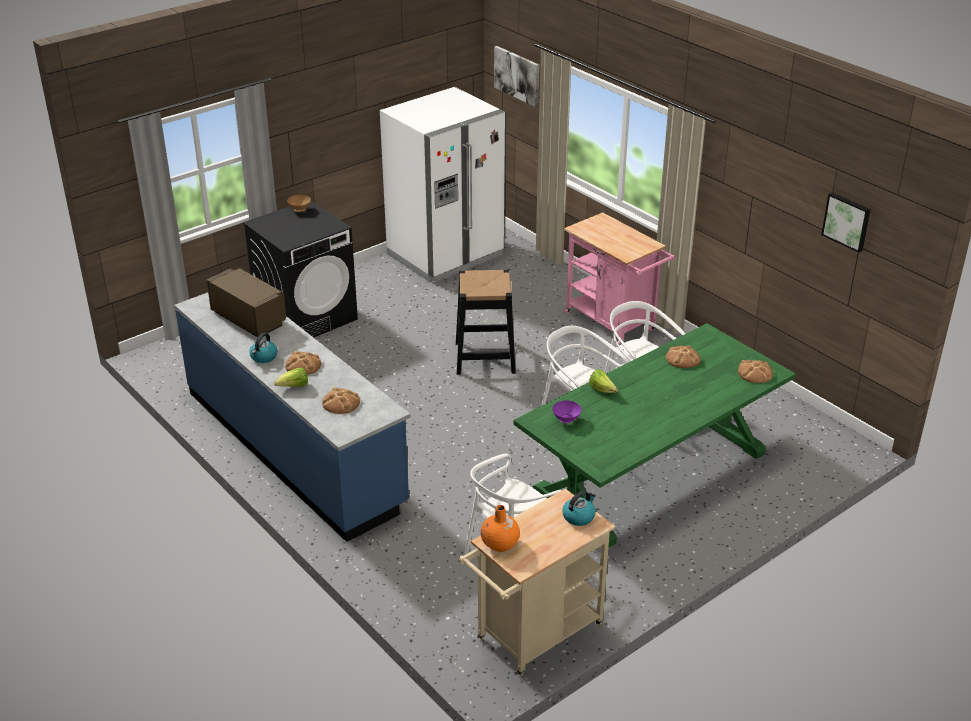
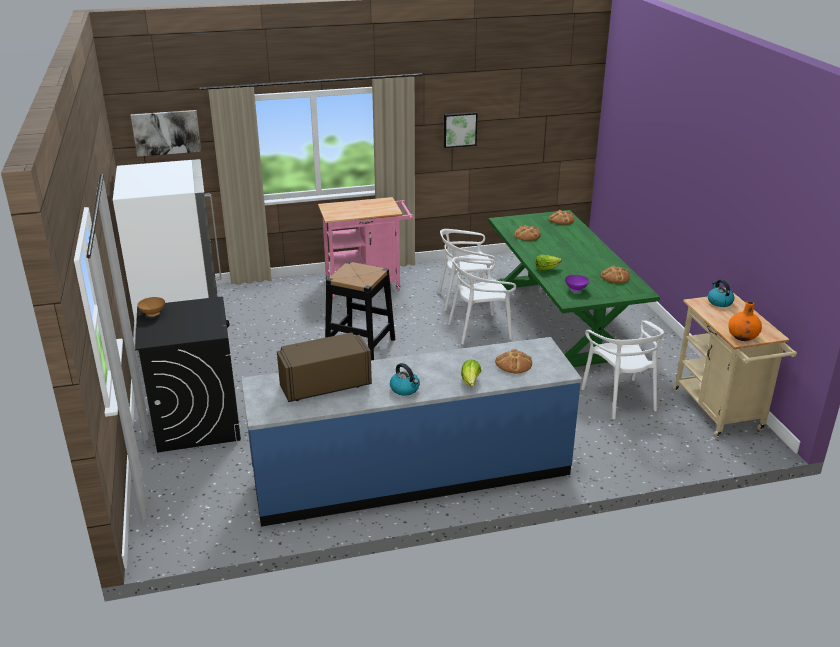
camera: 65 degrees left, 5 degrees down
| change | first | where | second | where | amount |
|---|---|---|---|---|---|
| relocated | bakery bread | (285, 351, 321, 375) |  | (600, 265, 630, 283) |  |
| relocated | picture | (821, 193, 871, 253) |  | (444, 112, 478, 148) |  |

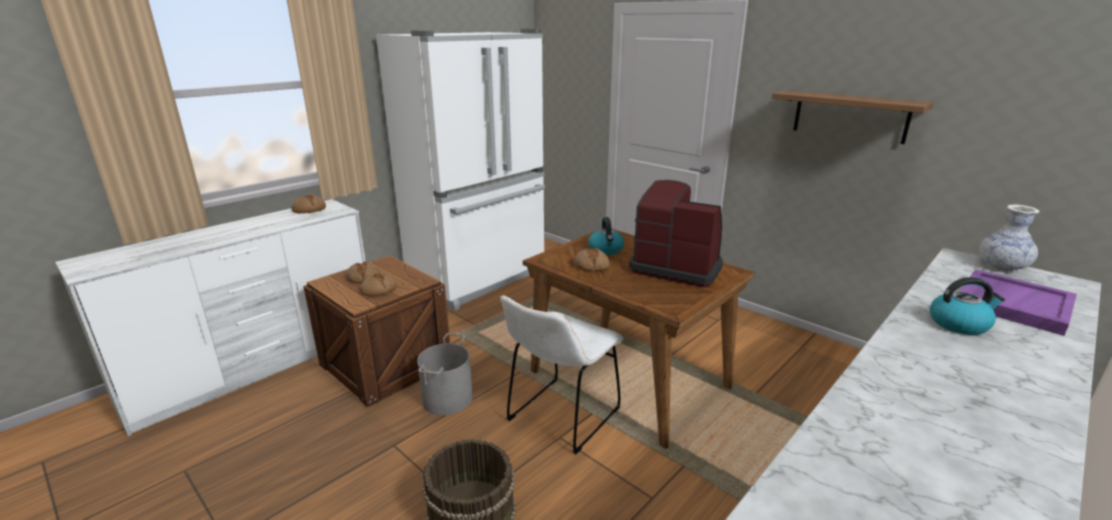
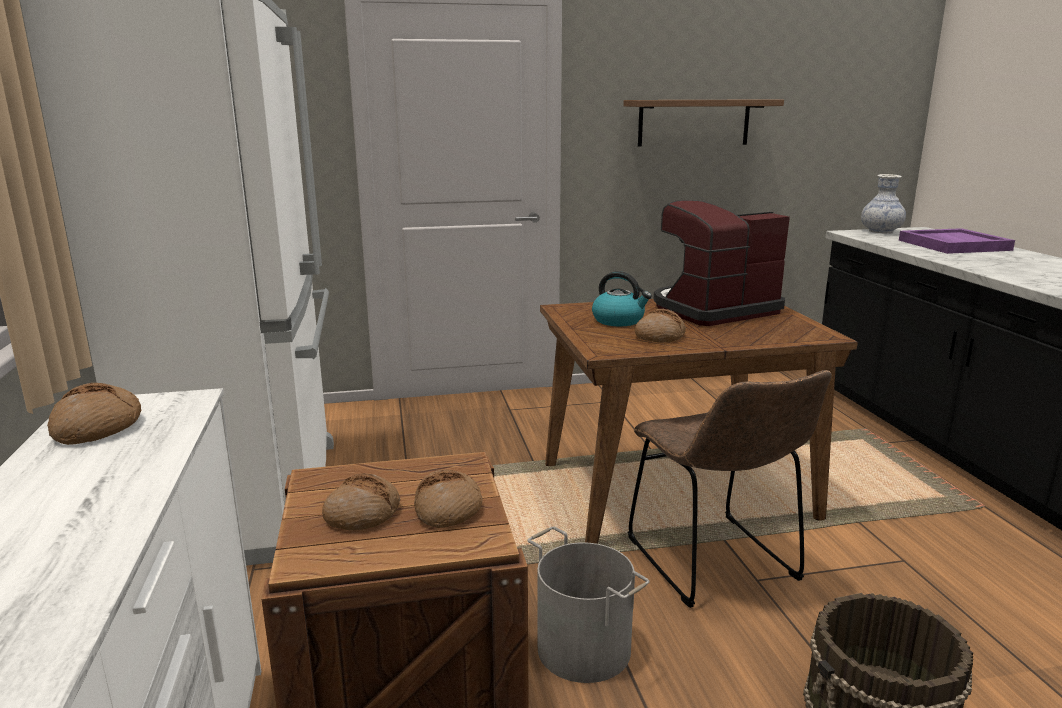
camera: 55 degrees left, 5 degrees down
| change | first | where | second | where | amount |
|---|---|---|---|---|---|
| missing | kettle | (930, 277, 1005, 335) |  |  |  |
| colour | whitish chair | (500, 296, 623, 454) | brownish chair | (628, 370, 832, 608) |  |

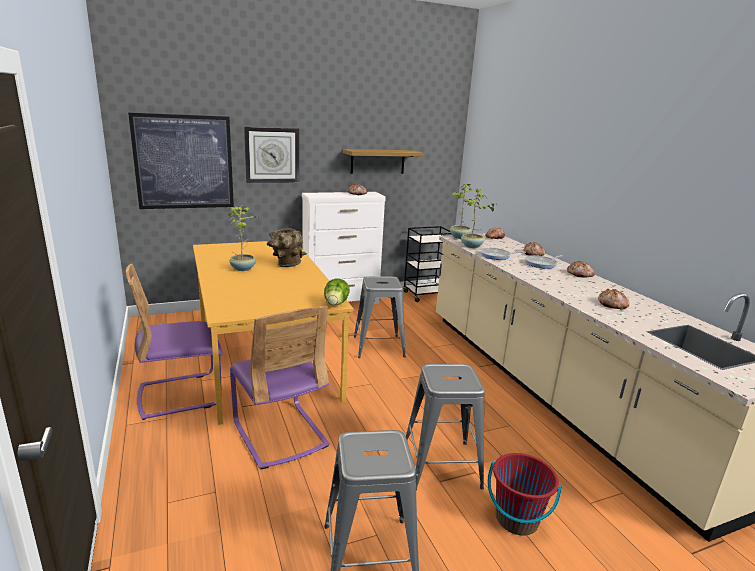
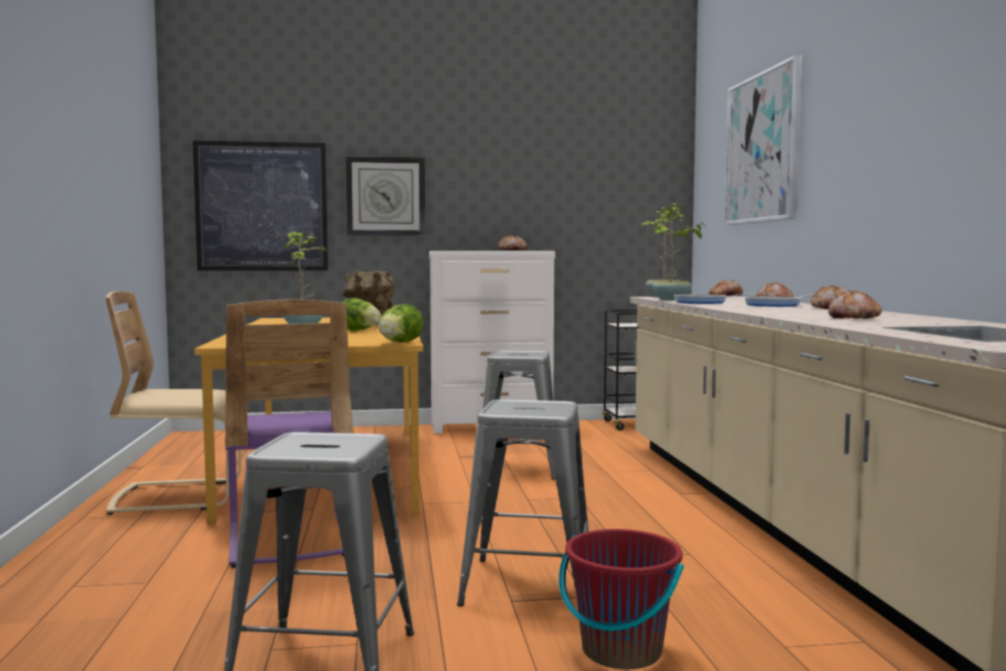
camera: 15 degrees right, 15 degrees down
| change | first | where | second | where | amount |
|---|---|---|---|---|---|
| missing | bracket shelf | (343, 149, 423, 174) |  |  |  |
| appeared |  |  | head of lettuce | (341, 298, 381, 331) |  |
| appeared |  |  | picture | (725, 55, 802, 225) |  |
| colour | purple chair | (126, 264, 223, 420) | beige chair | (106, 291, 241, 515) |  |

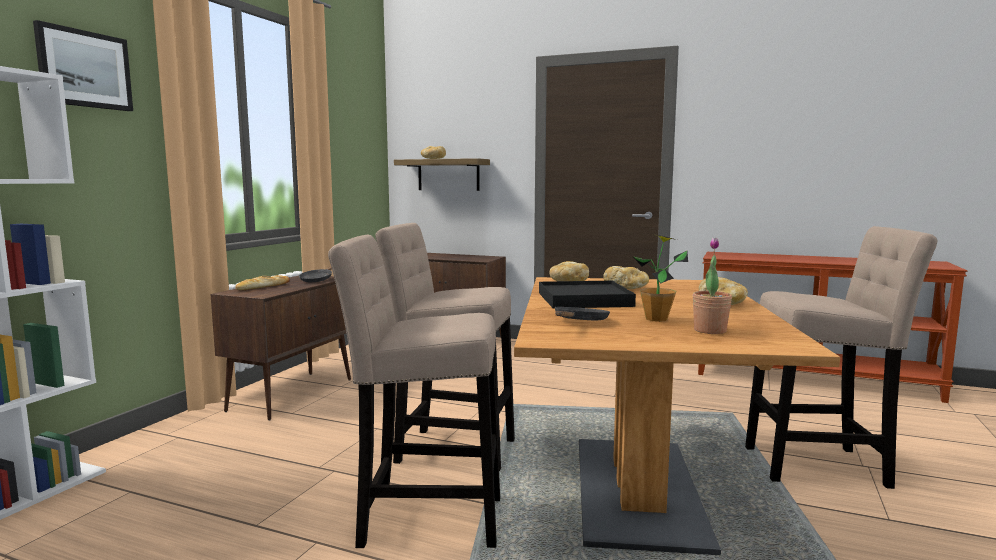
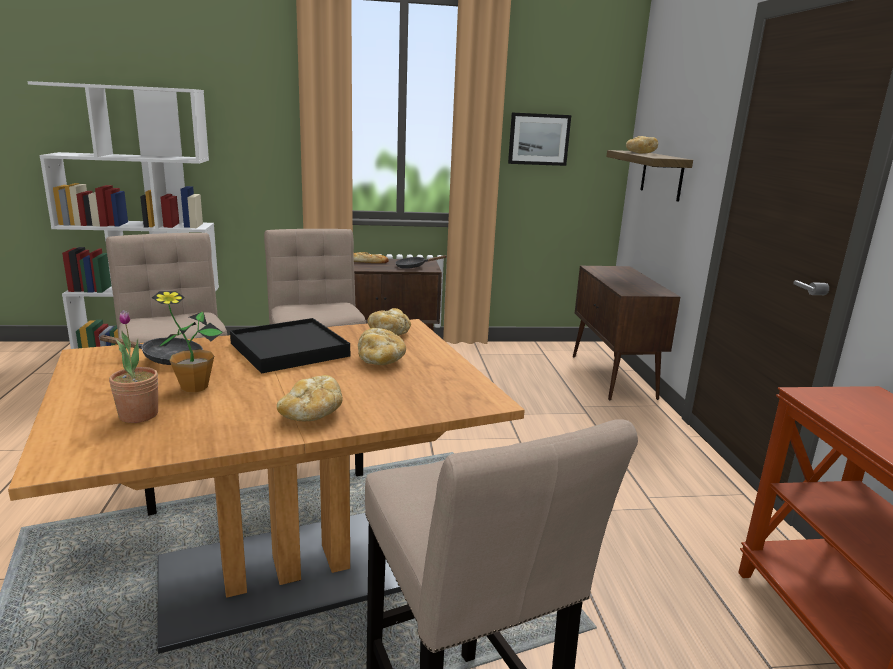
camera: 60 degrees right, 10 degrees up
| change | first | where | second | where | amount |
|---|---|---|---|---|---|
| relocated | picture | (33, 20, 133, 111) |  | (508, 113, 571, 166) |  |

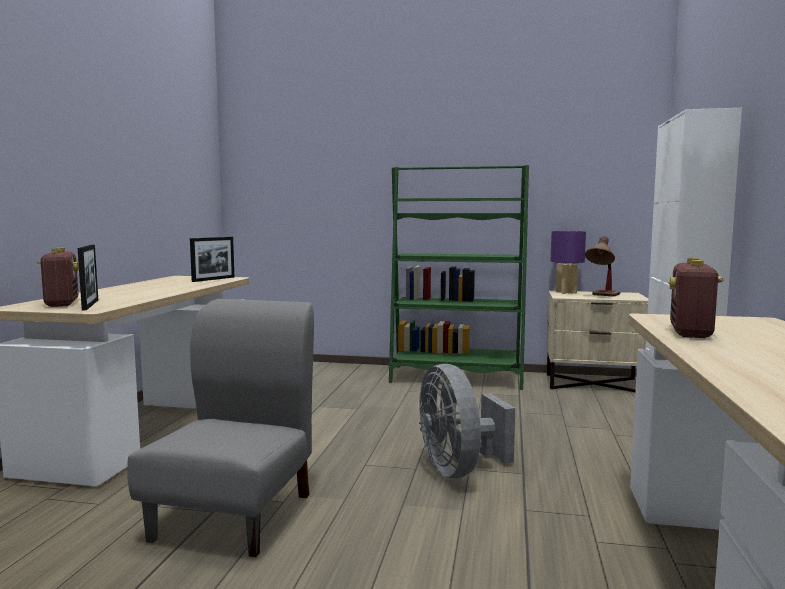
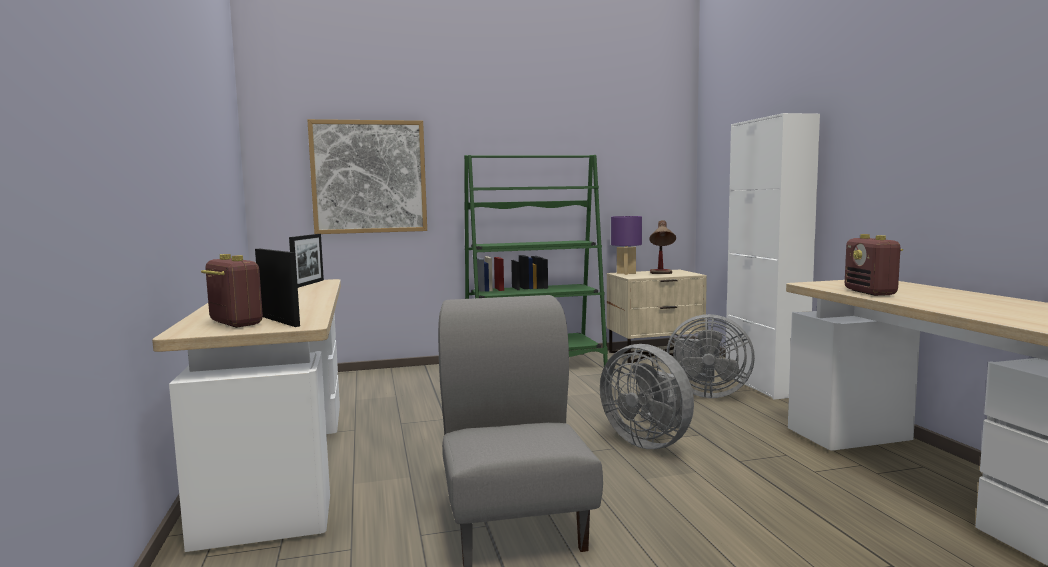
camera: 25 degrees left, 0 degrees up
| change | first | where | second | where | amount |
|---|---|---|---|---|---|
| appeared |  |  | picture | (307, 119, 427, 234) |  |
| appeared |  |  | grey electric fan | (666, 314, 755, 398) |  |

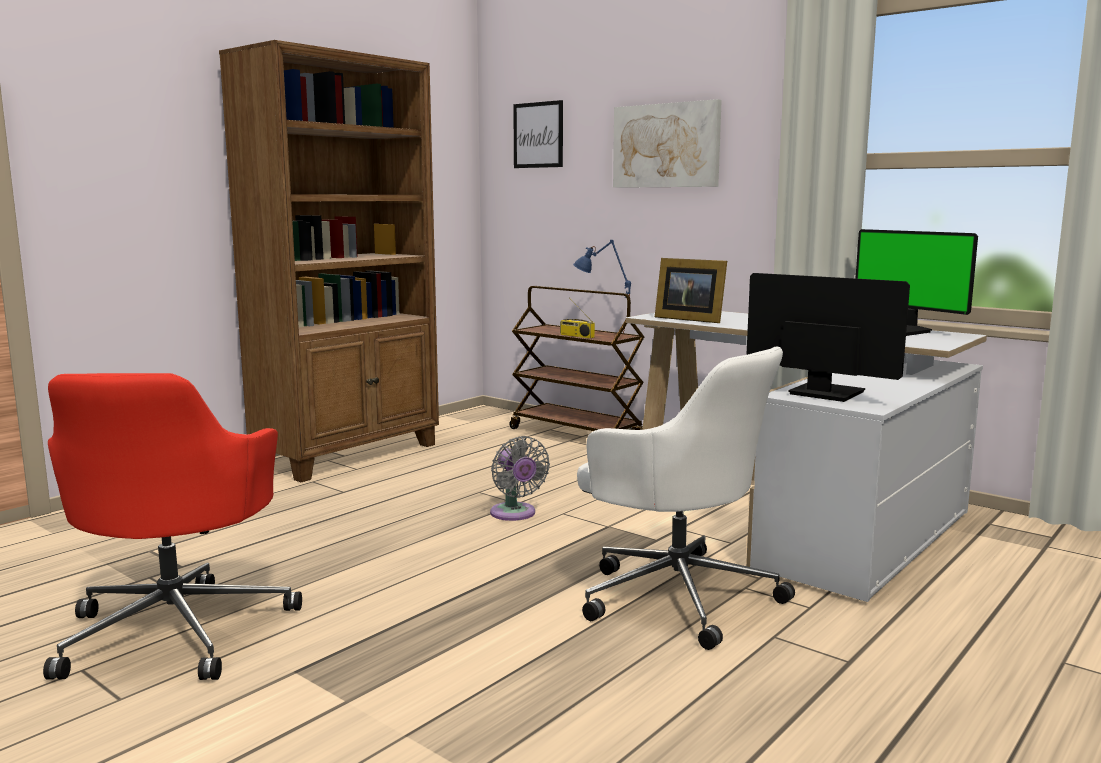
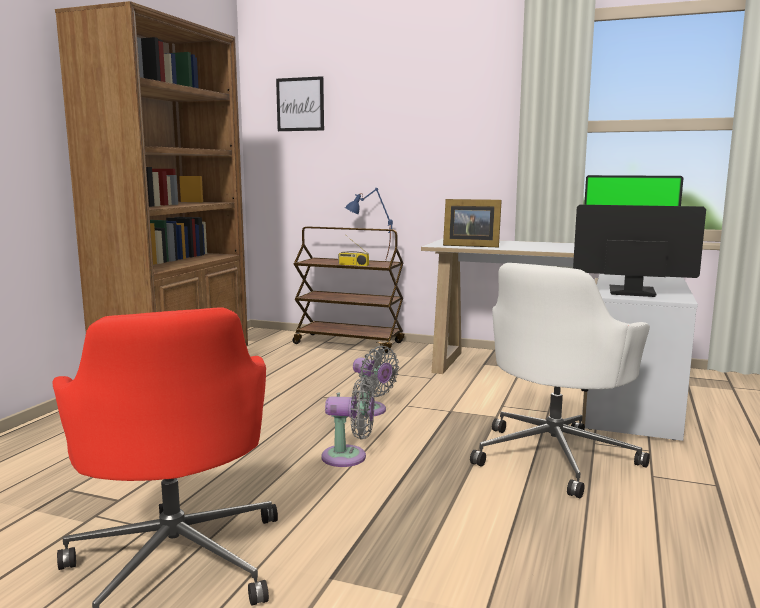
camera: 20 degrees left, 0 degrees up
| change | first | where | second | where | amount |
|---|---|---|---|---|---|
| missing | picture | (613, 99, 722, 188) |  |  |  |
| appeared |  |  | grey electric fan | (321, 377, 375, 467) |  |
| spun | whitish desk chair | (577, 347, 795, 650) |  | (470, 263, 650, 498) | 105 degrees clockwise |

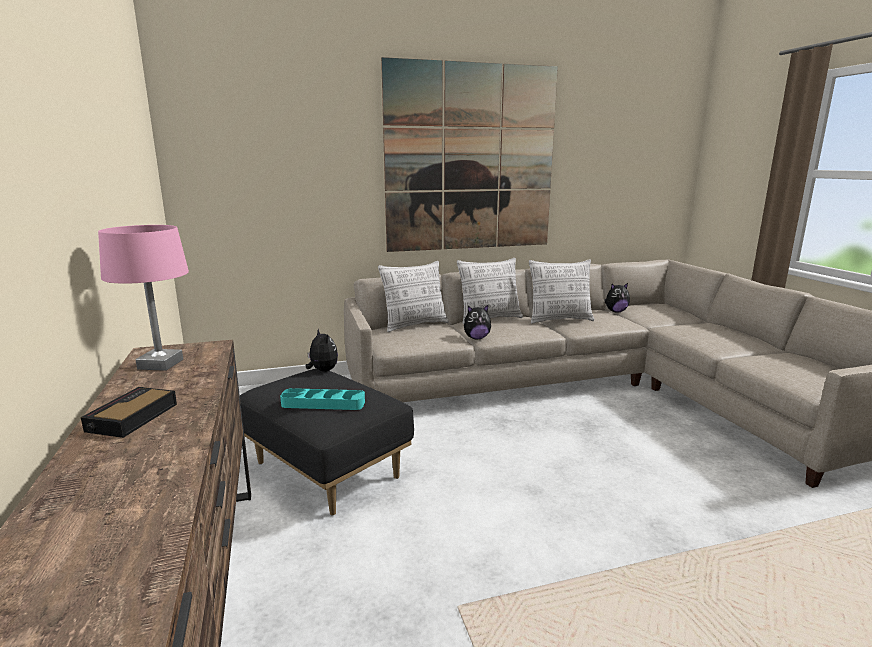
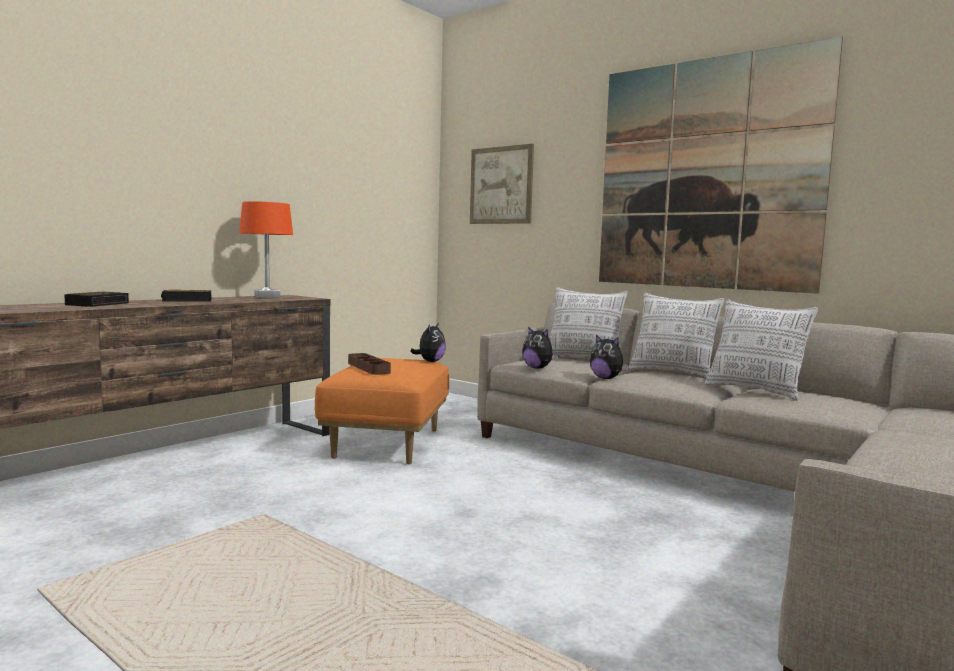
camera: 55 degrees right, 10 degrees down
| change | first | where | second | where | amount |
|---|---|---|---|---|---|
| appeared |  |  | alarm clock | (64, 292, 129, 307) |  |
| appeared |  |  | picture | (470, 144, 534, 224) |  |
| relocated | soft toy | (605, 283, 630, 312) |  | (522, 326, 558, 369) |  |
| colour | pinkish tabletop lamp | (98, 225, 189, 371) | orangey tabletop lamp | (239, 201, 293, 298) |  |
| colour | blackish pouffe | (240, 369, 414, 516) | orangey pouffe | (315, 358, 449, 464) |  |
| colour | turquoise carrying tray | (280, 388, 365, 410) | brownish carrying tray | (348, 353, 391, 375) |  |

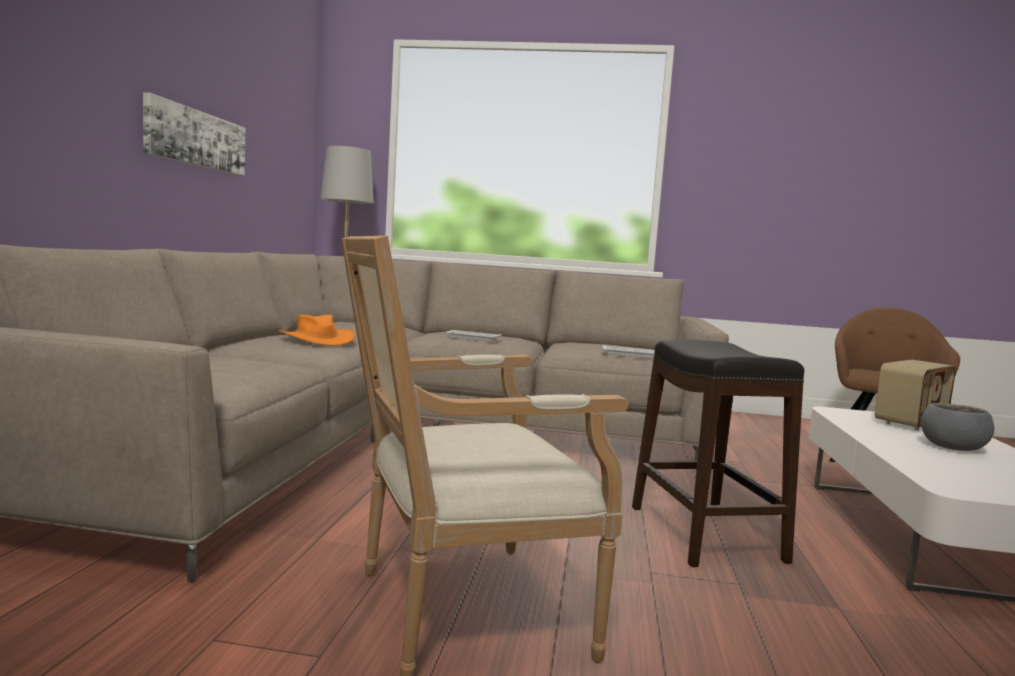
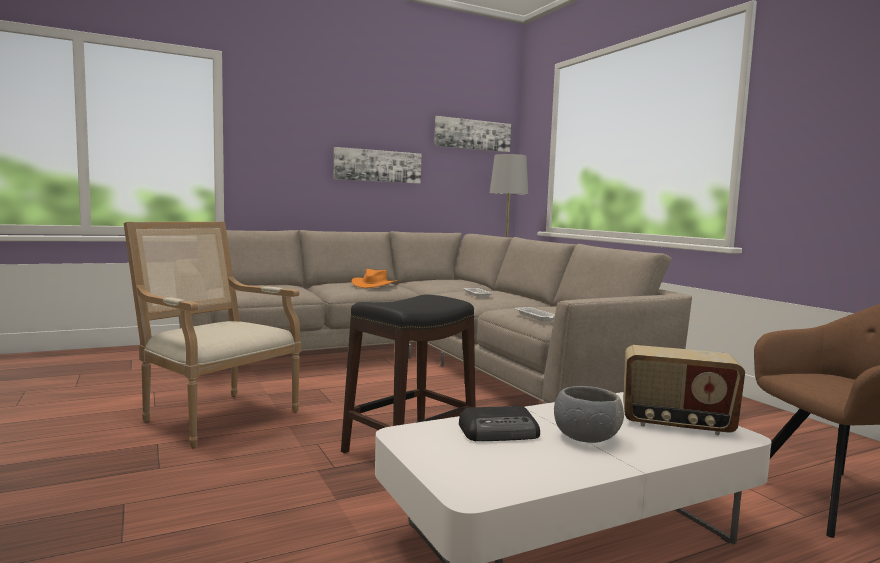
camera: 55 degrees right, 0 degrees up
| change | first | where | second | where | amount |
|---|---|---|---|---|---|
| appeared |  |  | picture | (434, 116, 511, 152) |  |
| appeared |  |  | radio receiver | (459, 406, 540, 441) |  |

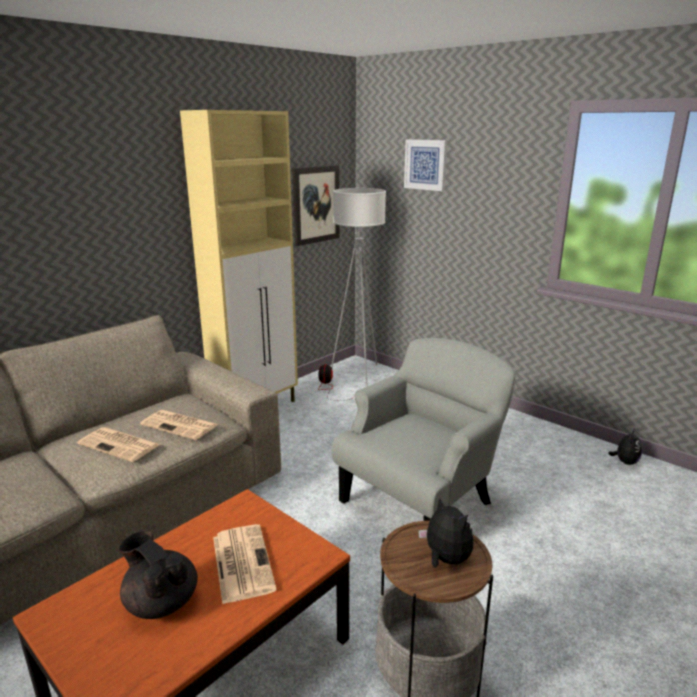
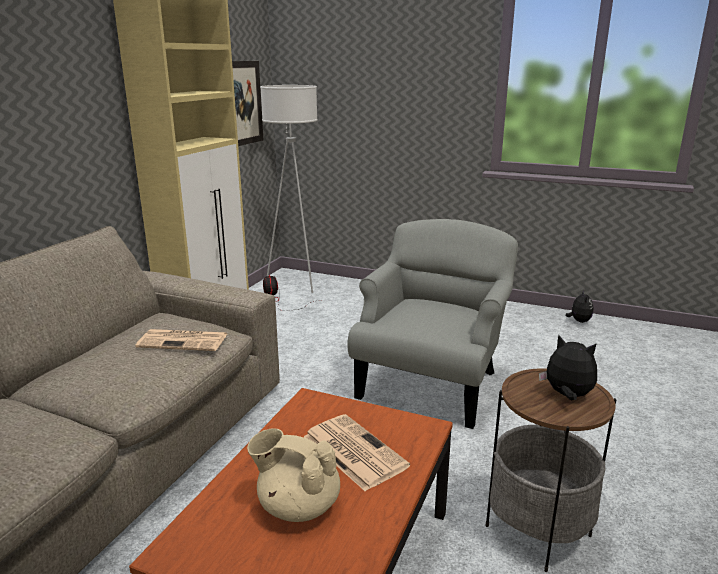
camera: 20 degrees left, 0 degrees up
| change | first | where | second | where | amount |
|---|---|---|---|---|---|
| missing | newspaper | (77, 427, 160, 462) |  |  |  |
| missing | picture | (404, 139, 447, 191) |  |  |  |
| colour | blackish teapot | (119, 530, 198, 619) | beige teapot | (247, 428, 340, 522) |  |

